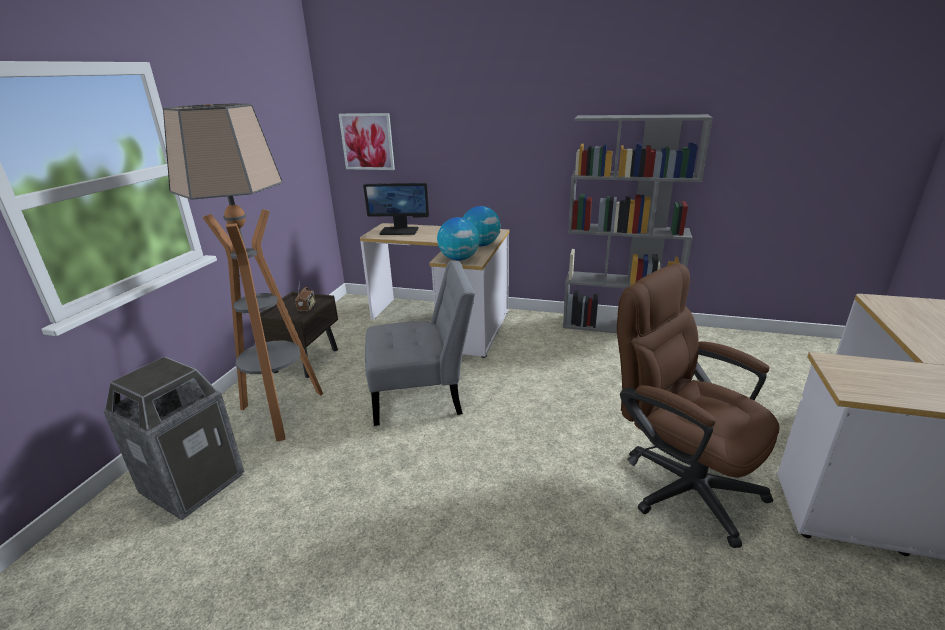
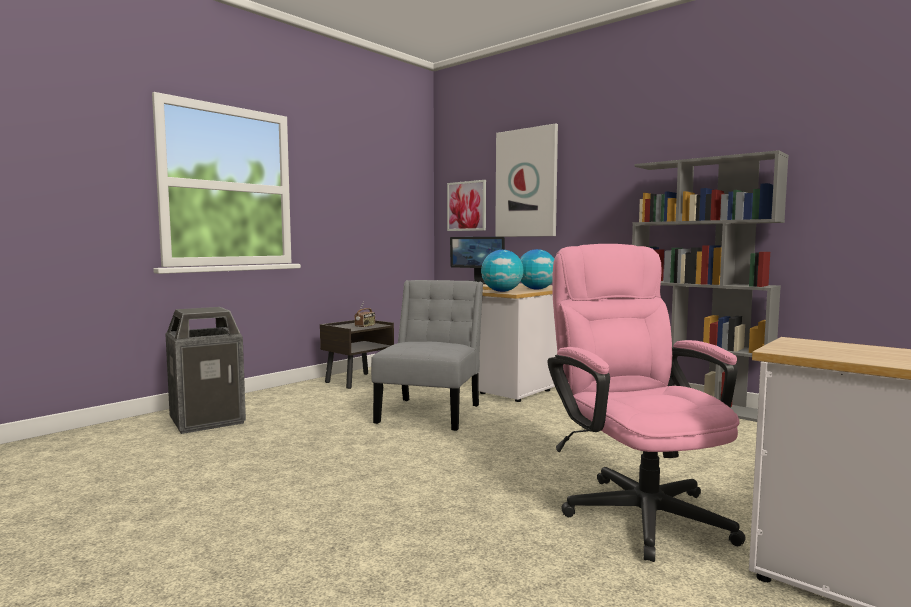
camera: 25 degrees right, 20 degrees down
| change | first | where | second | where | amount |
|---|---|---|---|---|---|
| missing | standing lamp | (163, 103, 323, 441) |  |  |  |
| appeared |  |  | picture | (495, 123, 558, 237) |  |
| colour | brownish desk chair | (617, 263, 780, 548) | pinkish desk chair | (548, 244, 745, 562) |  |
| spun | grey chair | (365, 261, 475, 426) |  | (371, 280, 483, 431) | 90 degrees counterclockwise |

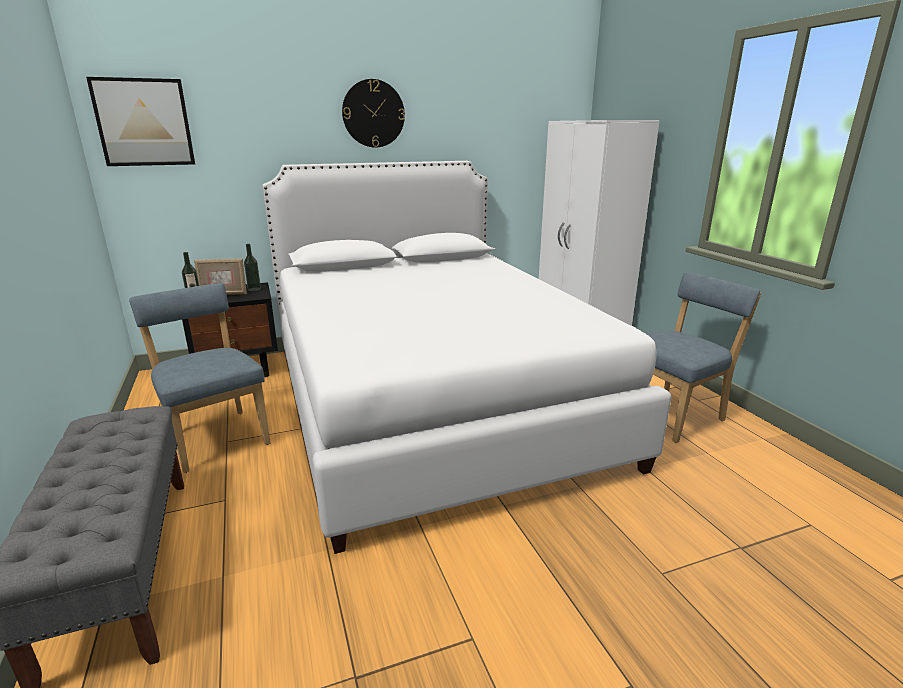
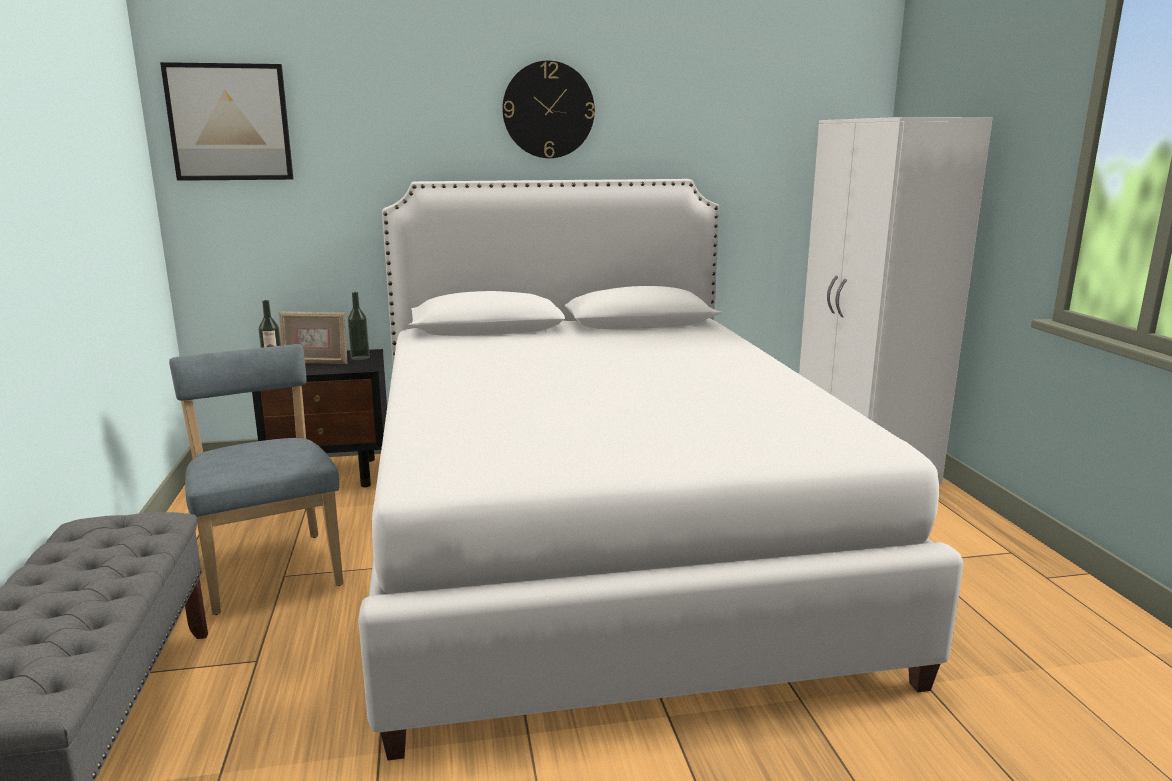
camera: 10 degrees right, 5 degrees down
| change | first | where | second | where | amount |
|---|---|---|---|---|---|
| missing | blue chair | (647, 272, 761, 443) |  |  |  |

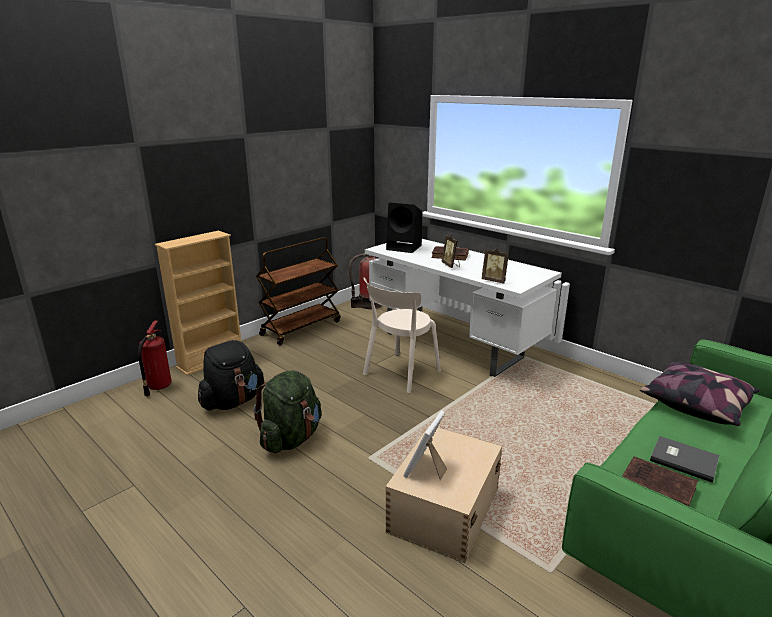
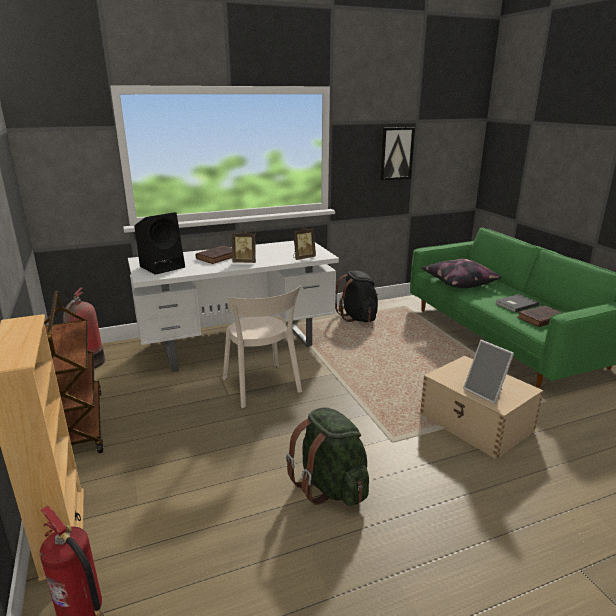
camera: 65 degrees left, 0 degrees up
| change | first | where | second | where | amount |
|---|---|---|---|---|---|
| appeared |  |  | picture | (380, 127, 415, 181) |  |
| relocated | blackish rucksack | (198, 340, 264, 410) |  | (335, 271, 379, 322) |  |

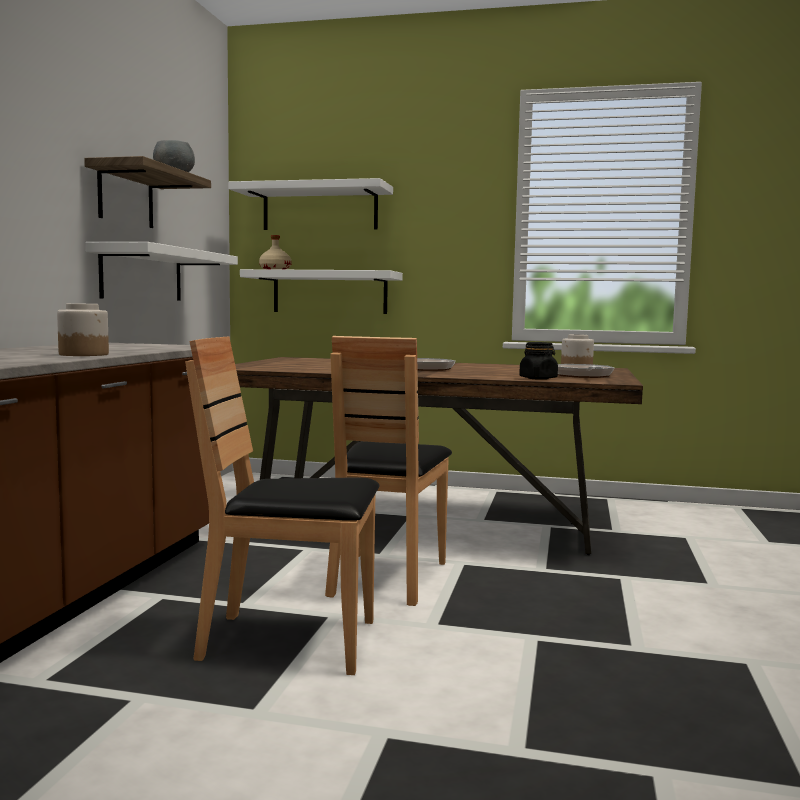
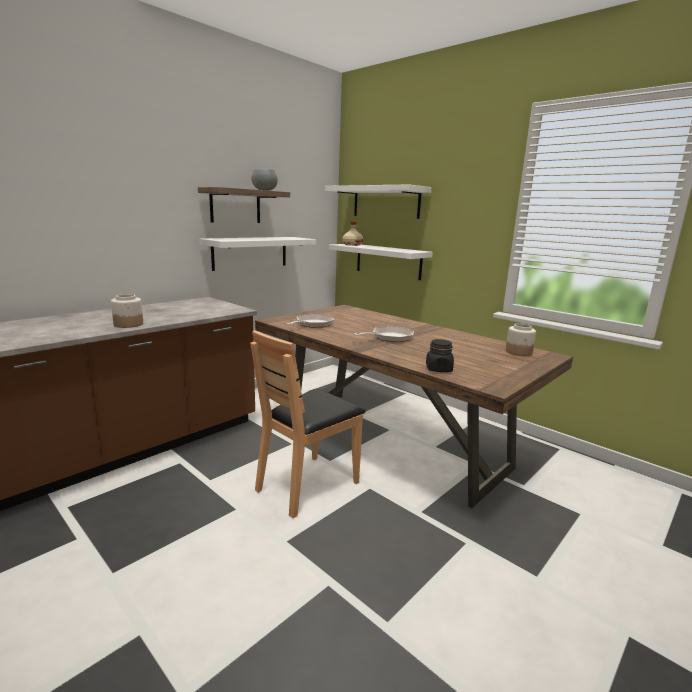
camera: 30 degrees right, 10 degrees up
| change | first | where | second | where | amount |
|---|---|---|---|---|---|
| missing | brownish chair | (185, 336, 379, 675) |  |  |  |
| relocated | frying pan | (558, 364, 614, 378) |  | (285, 314, 334, 328) |  |

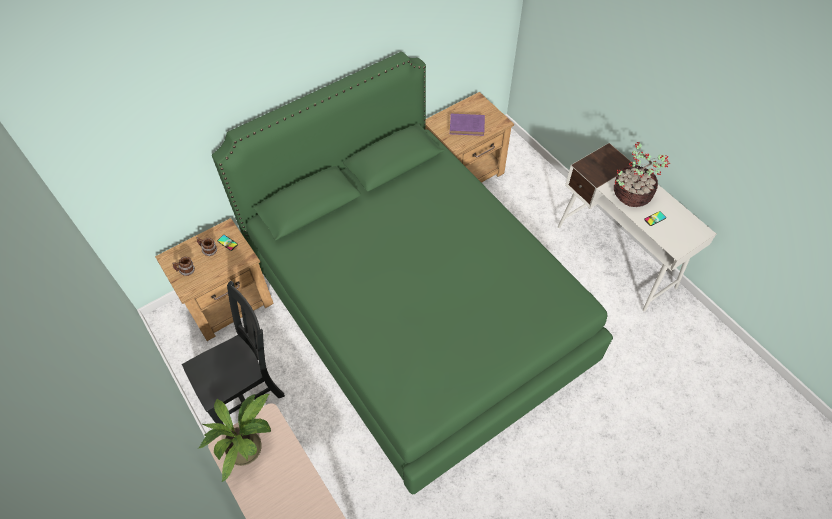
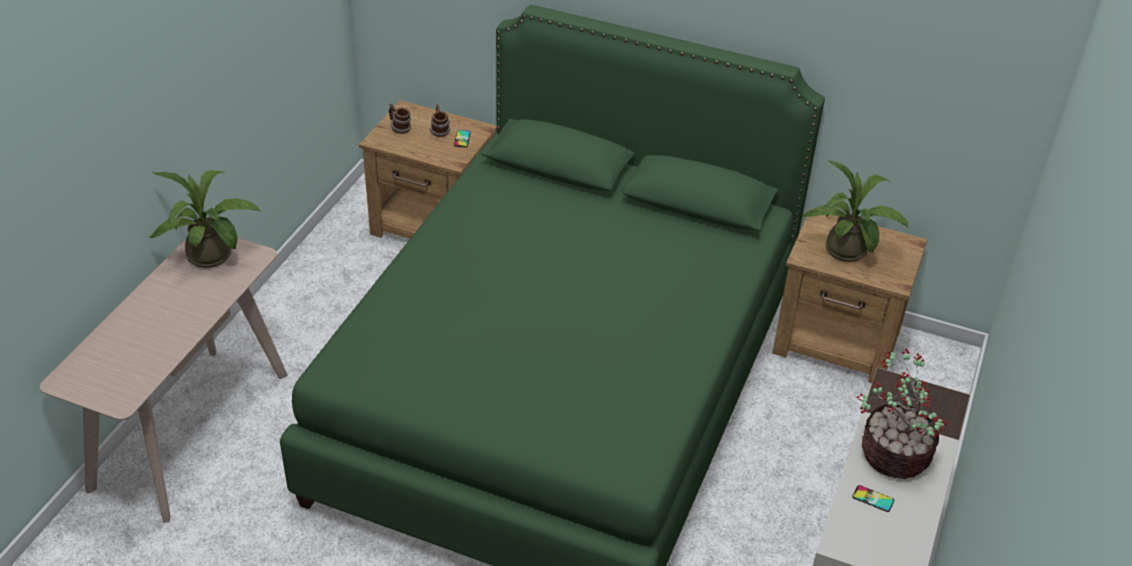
camera: 55 degrees right, 15 degrees down
| change | first | where | second | where | amount |
|---|---|---|---|---|---|
| missing | blackish chair | (182, 281, 285, 424) |  |  |  |
| exchanged | purple book | (450, 114, 485, 136) | houseplant | (802, 159, 909, 262) |  |

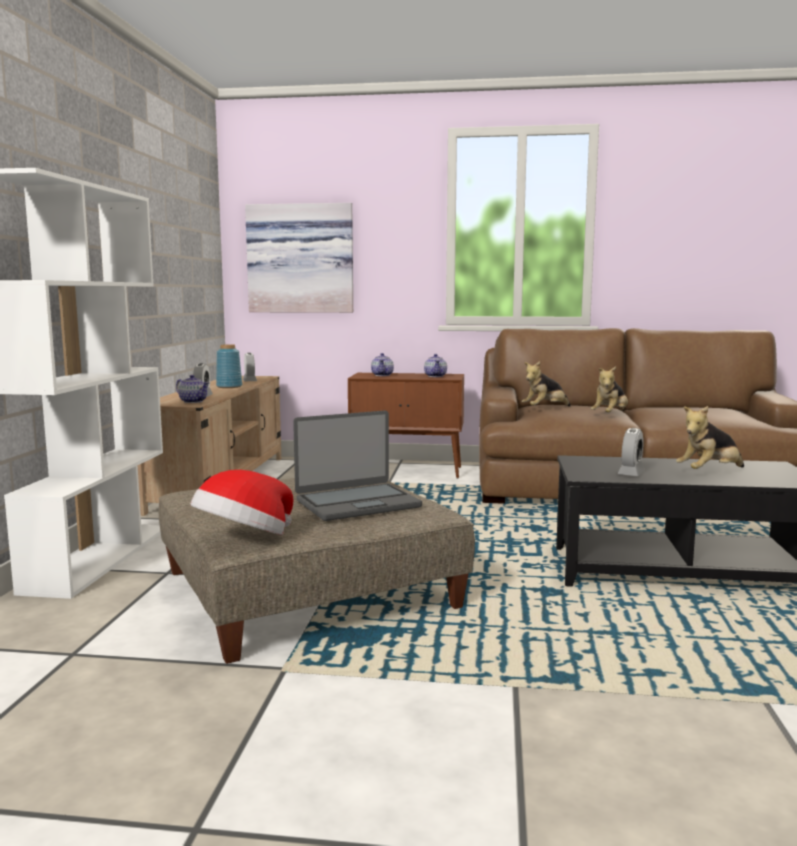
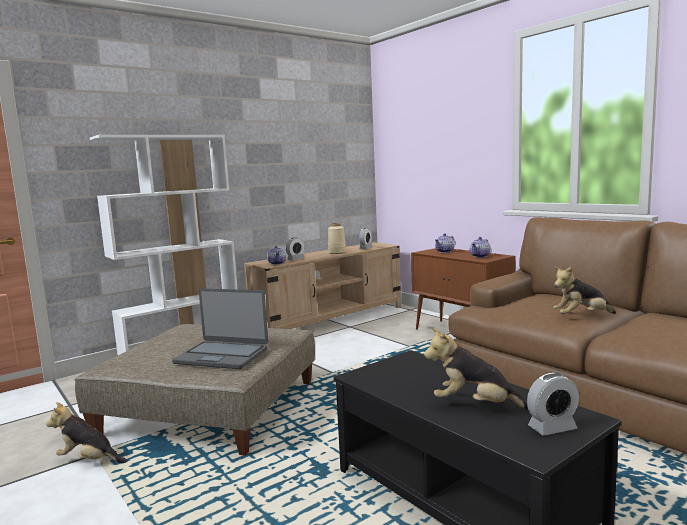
camera: 45 degrees right, 0 degrees up
| change | first | where | second | where | amount |
|---|---|---|---|---|---|
| missing | wearable hat | (191, 470, 293, 535) |  |  |  |
| missing | picture | (245, 203, 353, 313) |  |  |  |
| relocated | soft toy | (522, 361, 571, 407) |  | (46, 402, 128, 463) |  |
| relocated | alarm clock | (617, 428, 645, 476) |  | (527, 373, 579, 436) |  |
| colour | blue vase | (216, 344, 242, 388) | beige vase | (328, 223, 346, 254) |  |

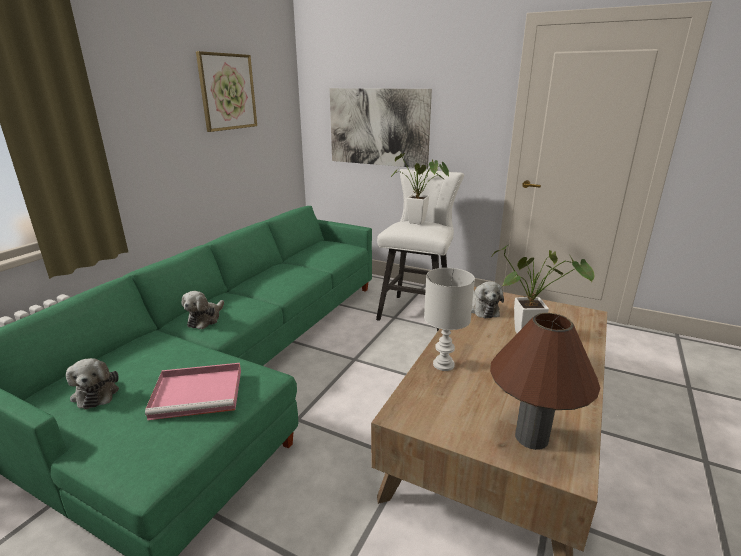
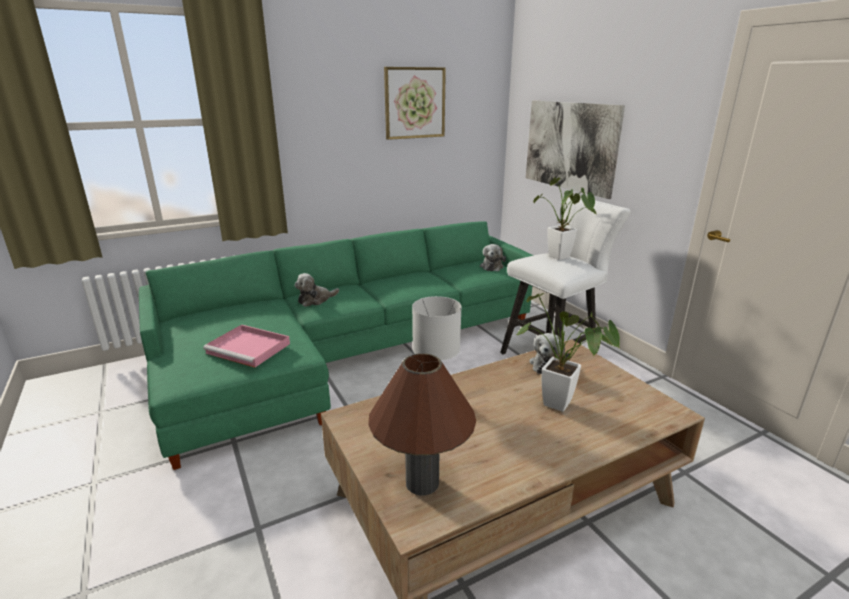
camera: 35 degrees right, 0 degrees up
| change | first | where | second | where | amount |
|---|---|---|---|---|---|
| relocated | soft toy | (66, 358, 119, 409) |  | (480, 244, 506, 271) |  |

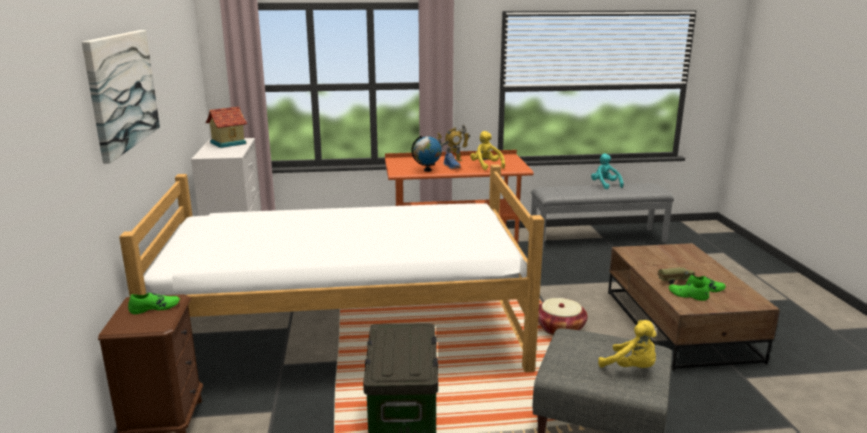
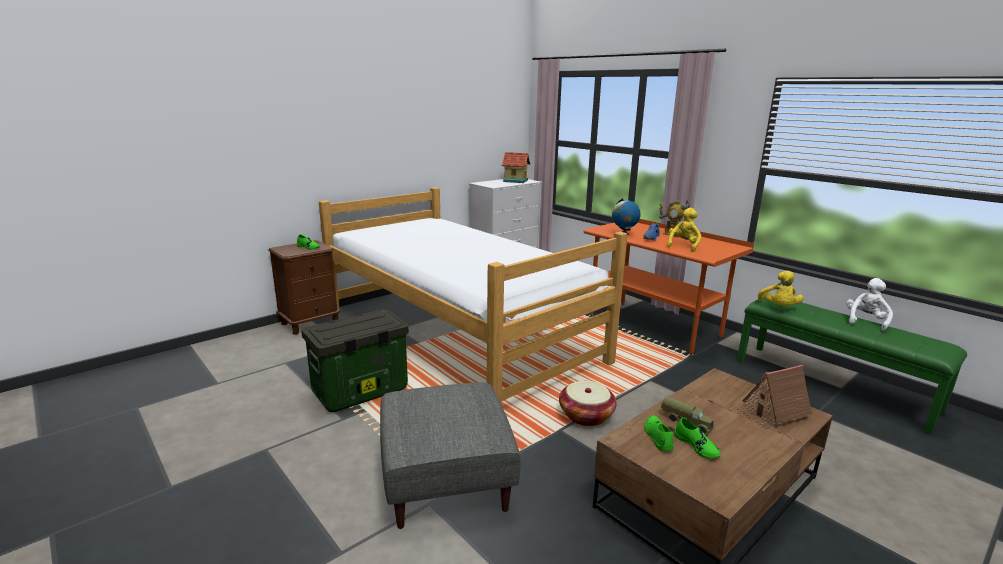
camera: 55 degrees right, 0 degrees up
| change | first | where | second | where | amount |
|---|---|---|---|---|---|
| missing | picture | (82, 30, 160, 164) |  |  |  |
| appeared |  |  | model house | (737, 365, 812, 429) |  |
| relocated | yellowish soft toy | (598, 320, 657, 368) |  | (758, 271, 804, 306) |  |
| colour | grey bench | (531, 183, 674, 248) | greenish bench | (737, 297, 967, 435) |  |
| colour | turquoise soft toy | (591, 153, 624, 189) | whitish soft toy | (846, 278, 893, 331) |  |

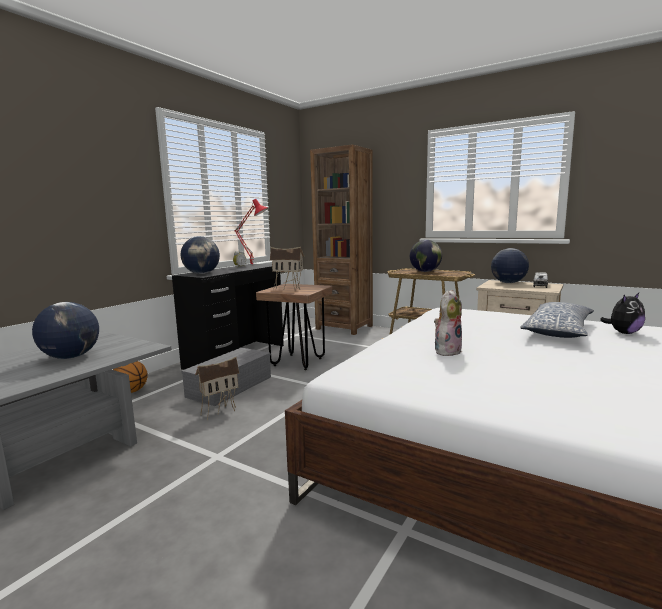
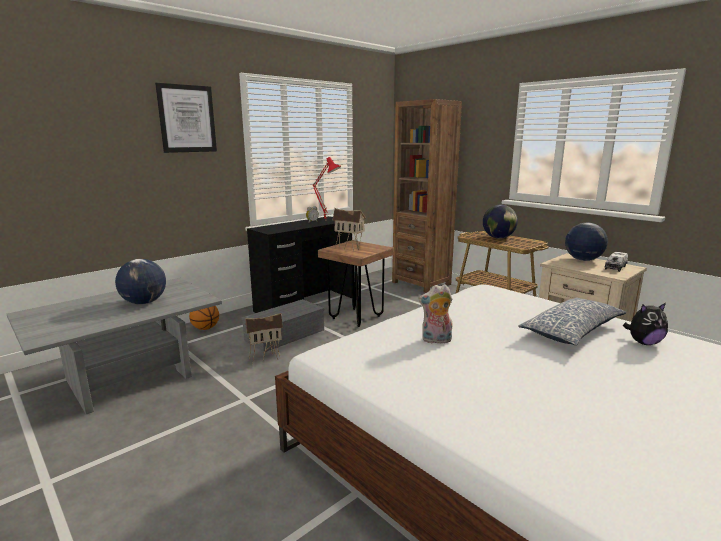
camera: 15 degrees right, 5 degrees up
| change | first | where | second | where | amount |
|---|---|---|---|---|---|
| missing | globe | (181, 236, 220, 274) |  |  |  |
| appeared |  |  | picture | (155, 83, 217, 153) |  |
| spun | soft toy | (434, 290, 462, 356) |  | (418, 284, 453, 343) | 150 degrees counterclockwise |

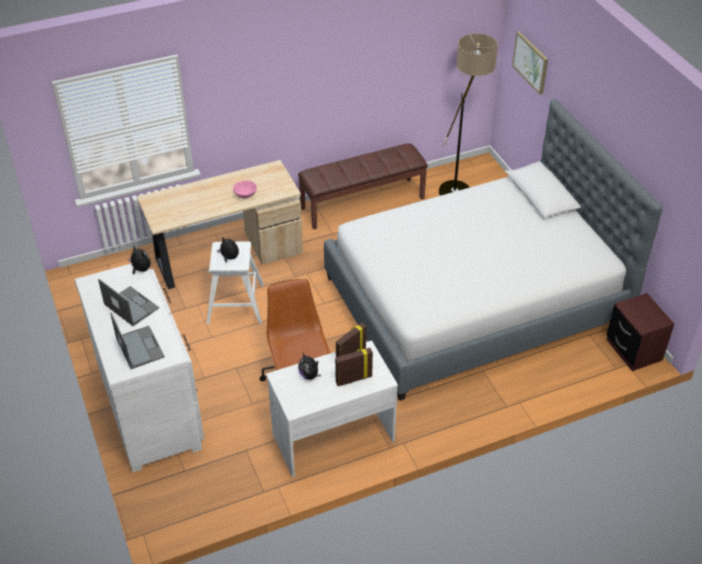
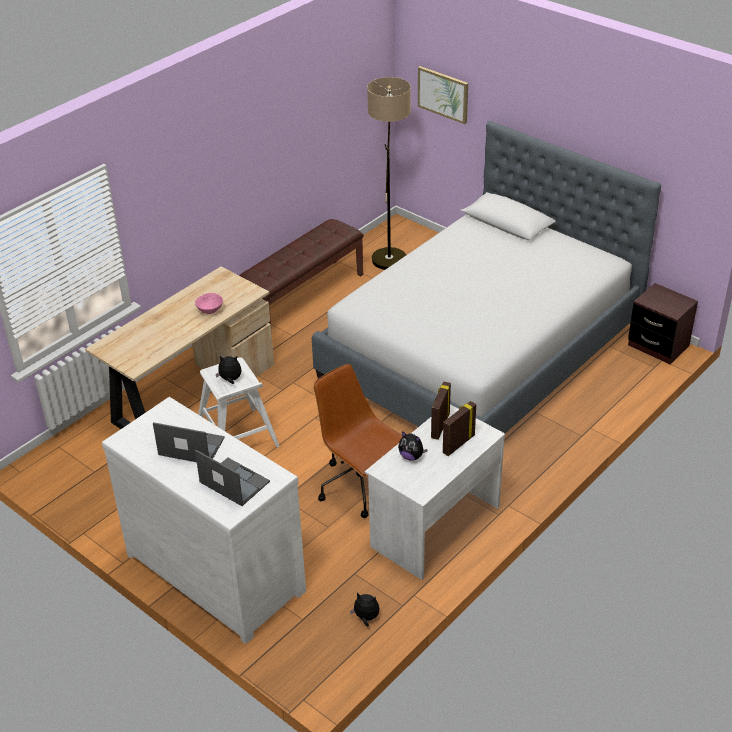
camera: 25 degrees left, 5 degrees down
| change | first | where | second | where | amount |
|---|---|---|---|---|---|
| relocated | soft toy | (128, 246, 151, 274) |  | (350, 593, 379, 627) |  |

